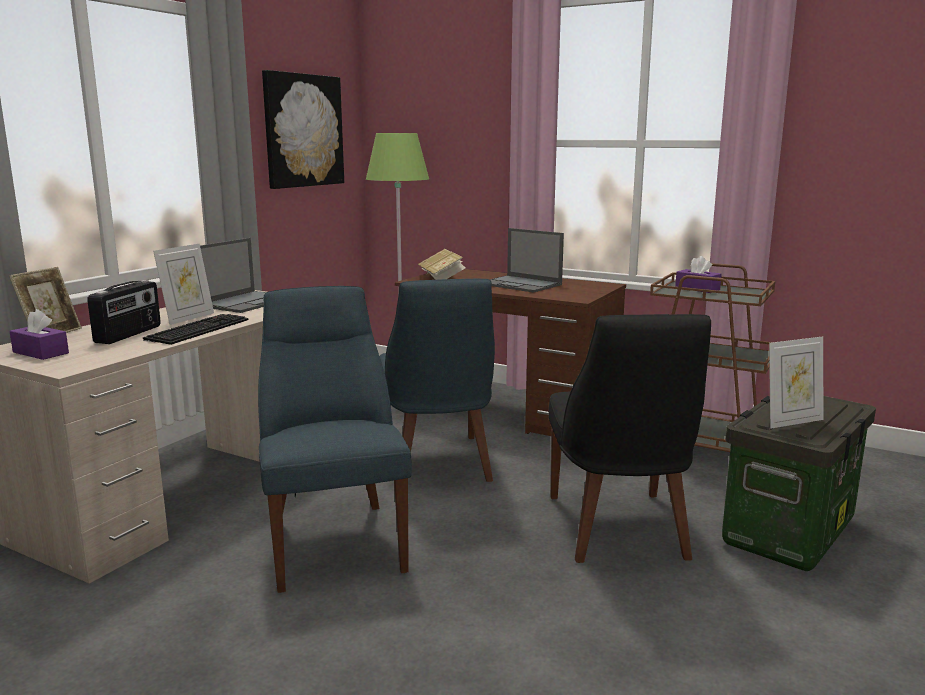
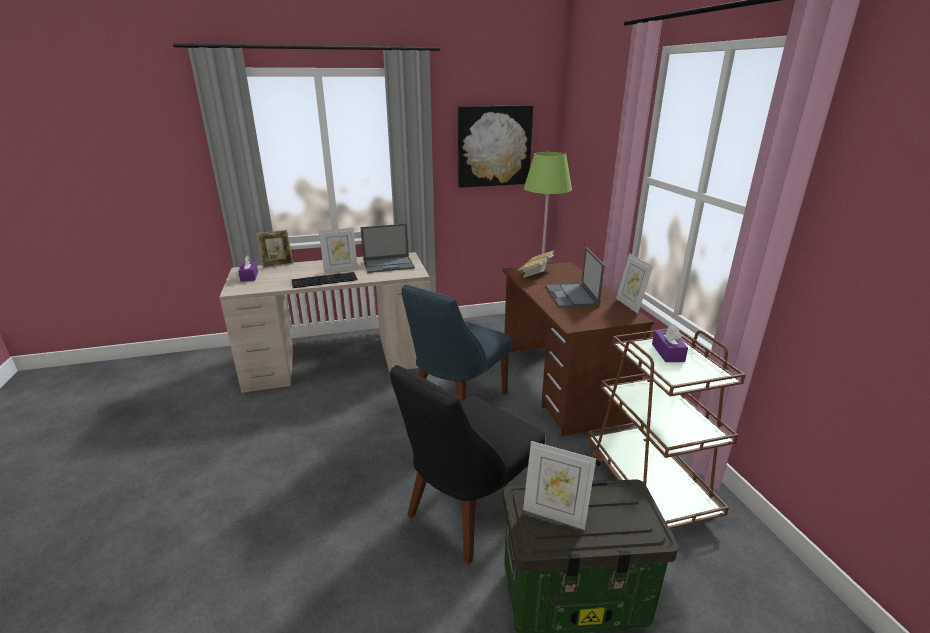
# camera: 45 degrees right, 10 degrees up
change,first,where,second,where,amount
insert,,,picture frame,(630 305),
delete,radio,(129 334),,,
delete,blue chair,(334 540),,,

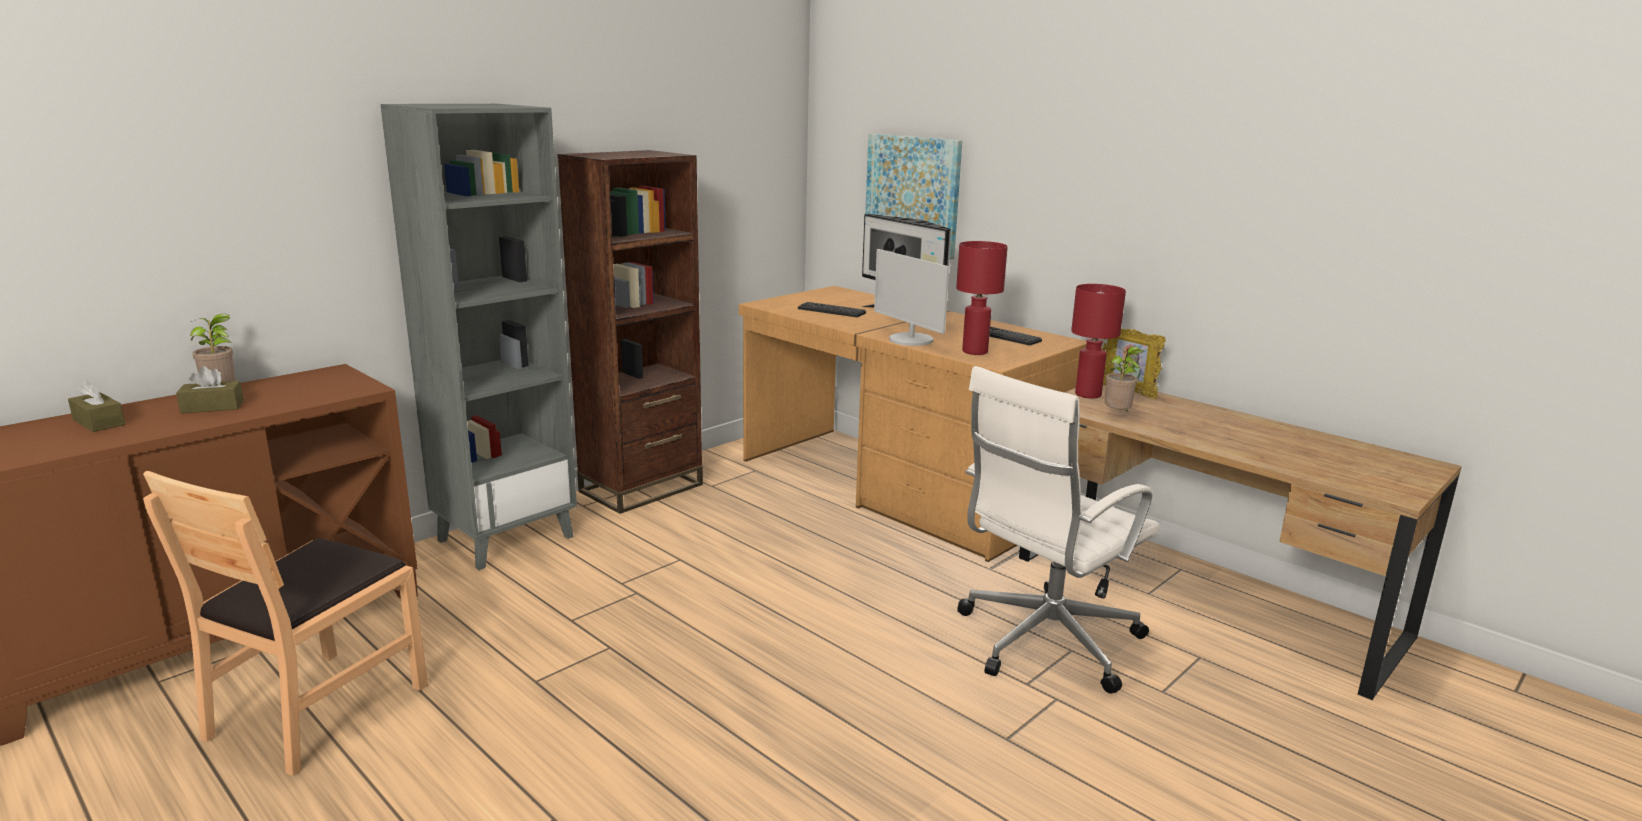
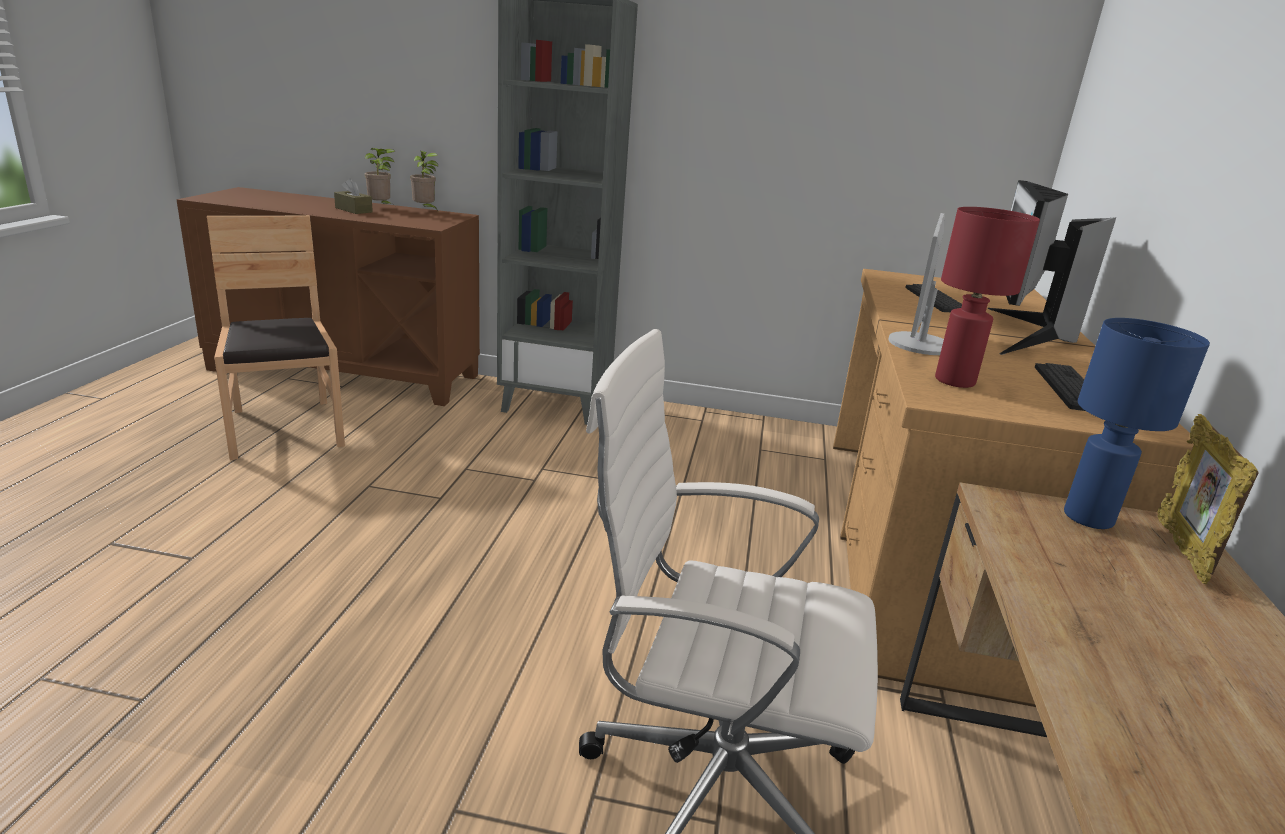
# camera: 55 degrees right, 5 degrees up
change,first,where,second,where,amount
rotate,brown chair,(317 709),,(285 428),75 degrees clockwise
move,potted plant,(1118 415),,(425 210),
recolor,red table lamp,(1088 394),blue table lamp,(1090 518),
delete,brown tissue box,(99 422),,,
delete,brown bookcase,(641 488),,,
delete,picture,(912 195),,,

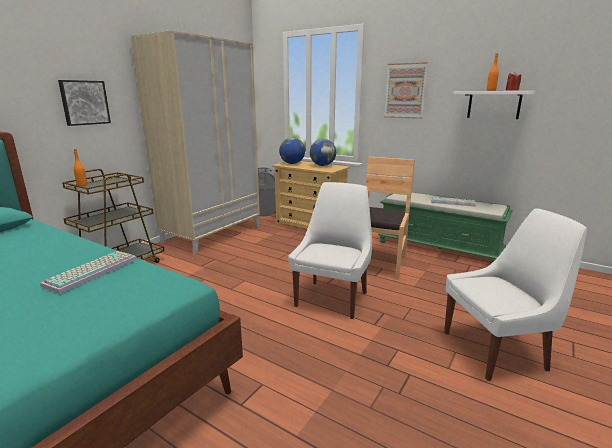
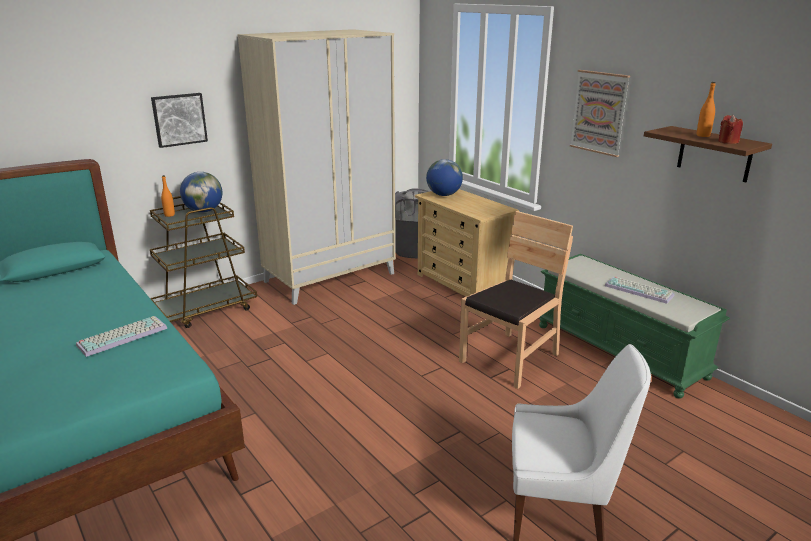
# camera: 20 degrees right, 5 degrees up
change,first,where,second,where,amount
move,globe,(322 165),,(203 211),
recolor,white shelf,(494 104),brown shelf,(714 154),
delete,white chair,(332 298),,,

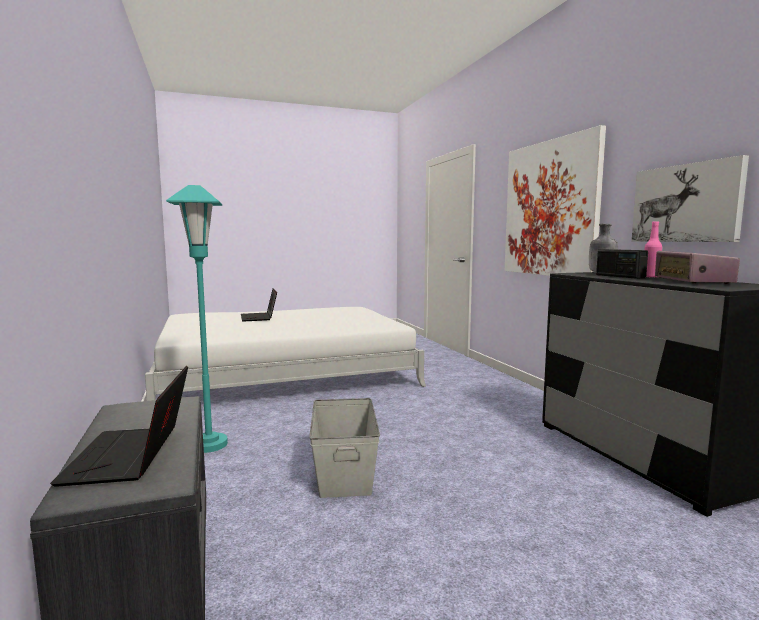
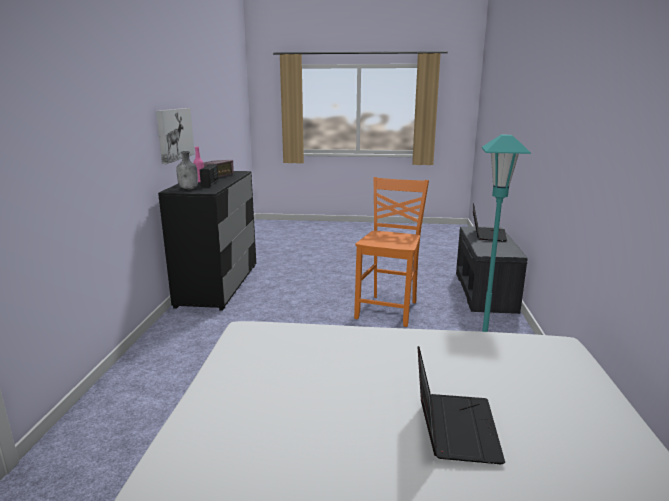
# camera: 155 degrees left, 10 degrees up
change,first,where,second,where,amount
replace,grey storage box,(343 470),orange chair,(389 310),
delete,picture,(550 209),,,

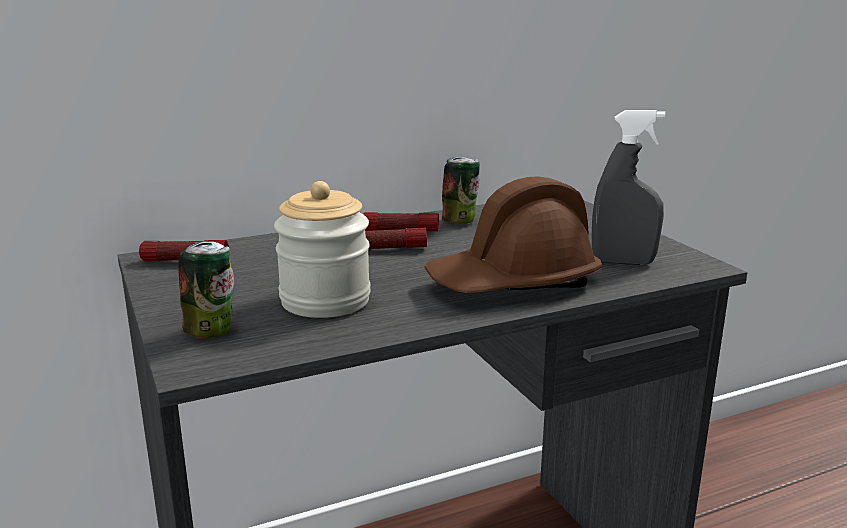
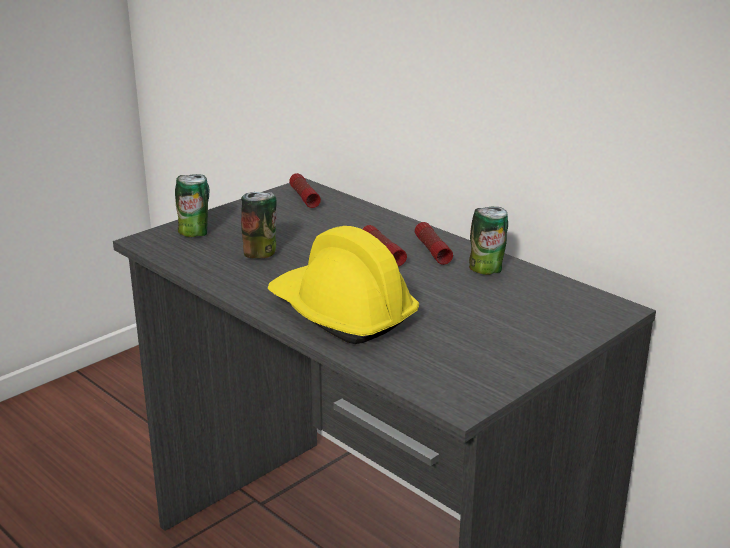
# camera: 70 degrees right, 5 degrees up
change,first,where,second,where,amount
replace,jar,(325 300),can,(260 253),
recolor,brown hard hat,(513 283),yellow hard hat,(341 313),
delete,grey spray bottle,(623 262),,,

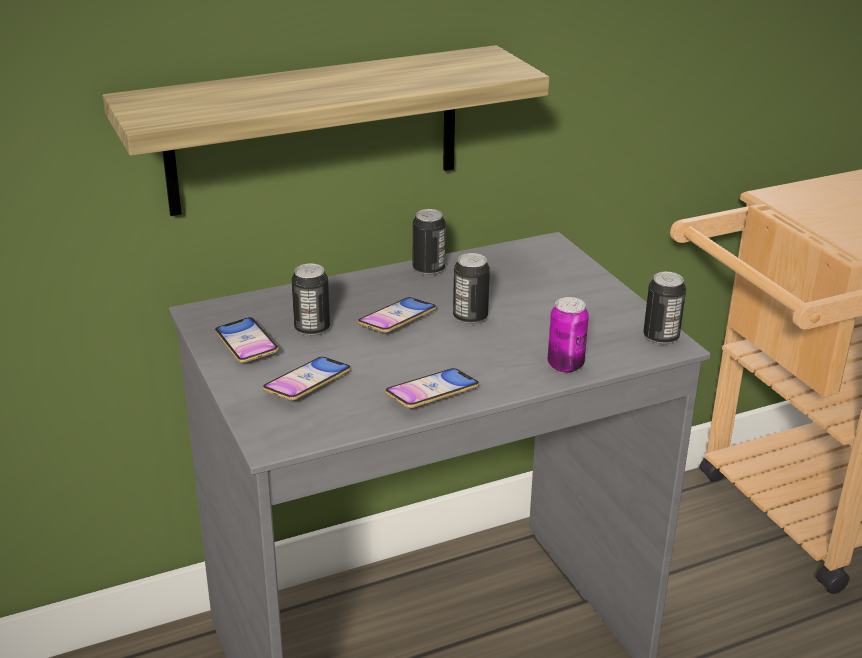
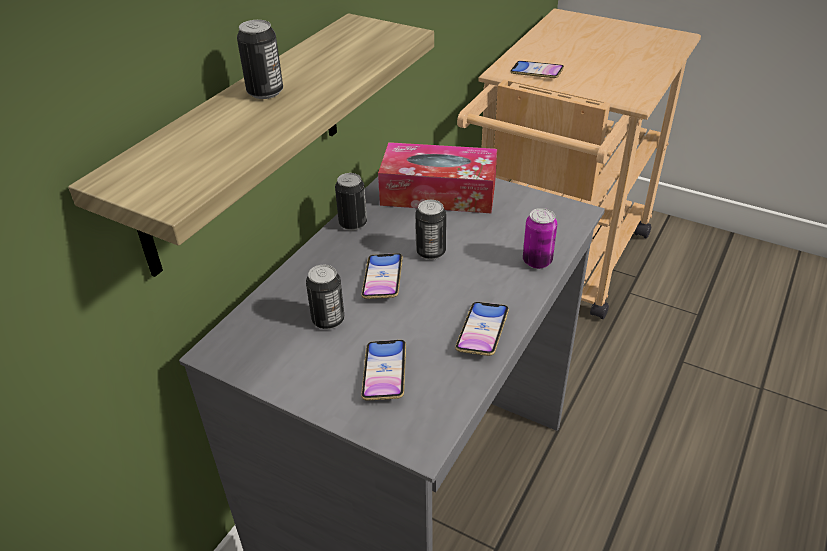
# camera: 35 degrees left, 10 degrees up
change,first,where,second,where,amount
move,can,(660 337),,(265 92),
insert,,,tissue box,(438 193),
move,phone,(246 345),,(536 73),

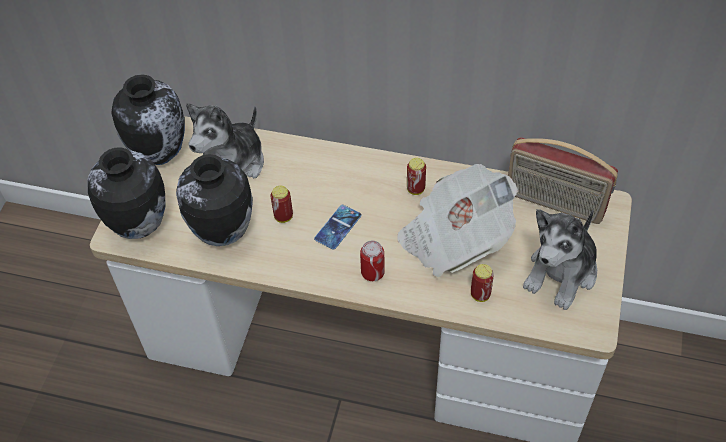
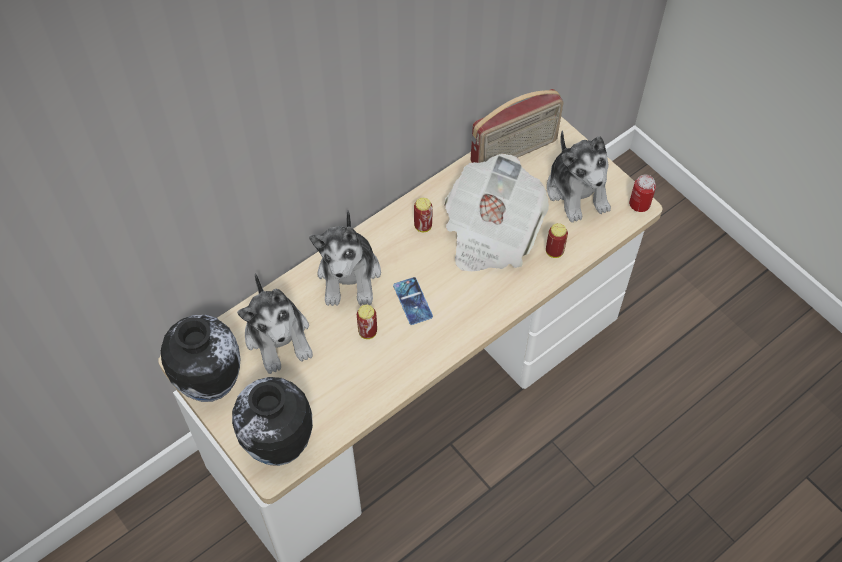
# camera: 55 degrees left, 5 degrees up
change,first,where,second,where,amount
insert,,,plush toy,(349 275),
move,can,(372 272),,(639 204),
delete,vase,(222 234),,,

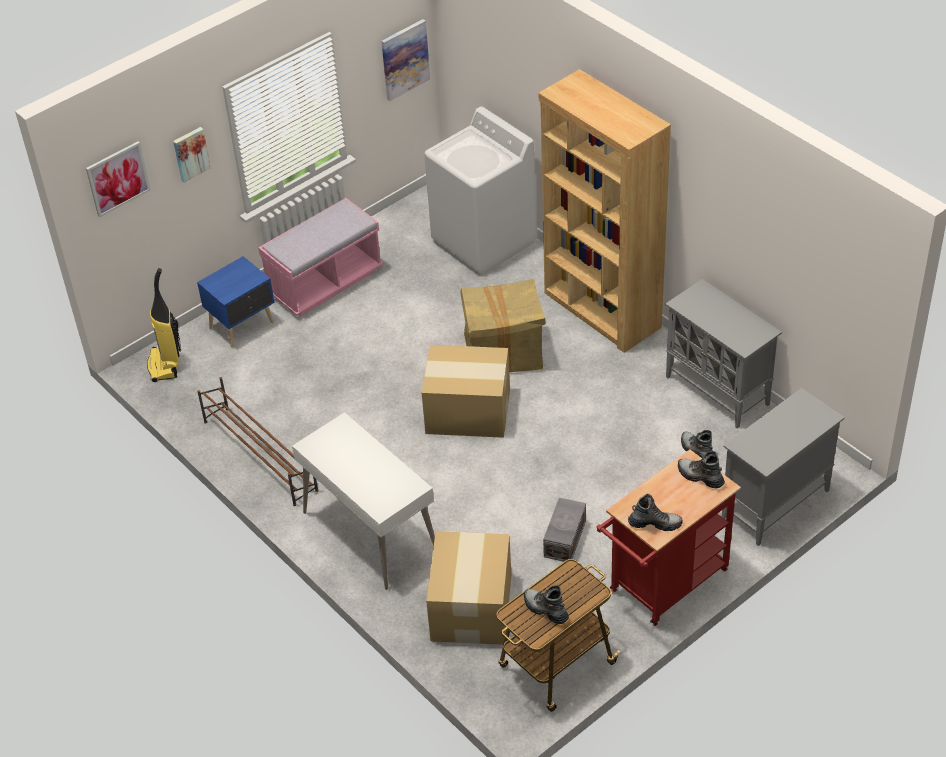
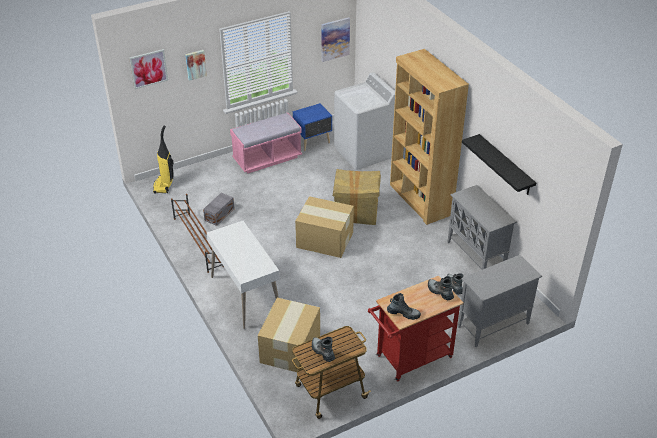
# camera: 10 degrees right, 5 degrees down
change,first,where,second,where,amount
move,grey storage box,(563 539),,(218 214),
move,blue nightstand,(243 325),,(313 142),
insert,,,black shelf,(505 165),

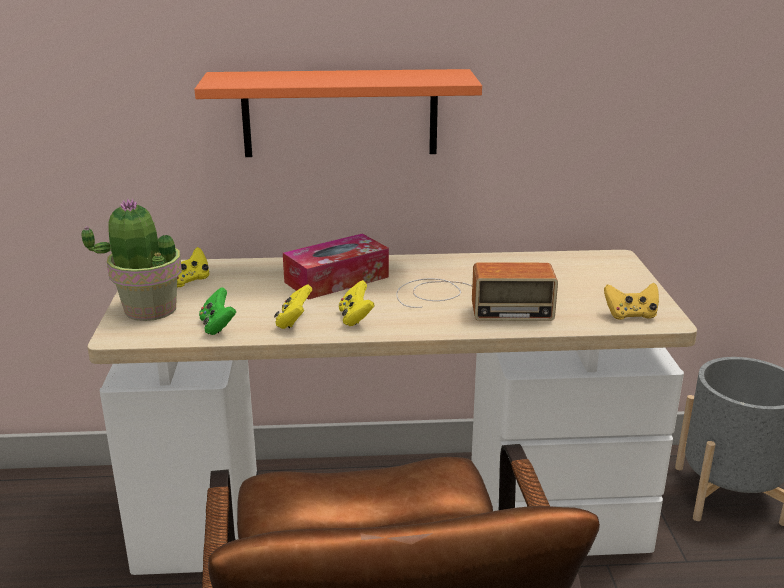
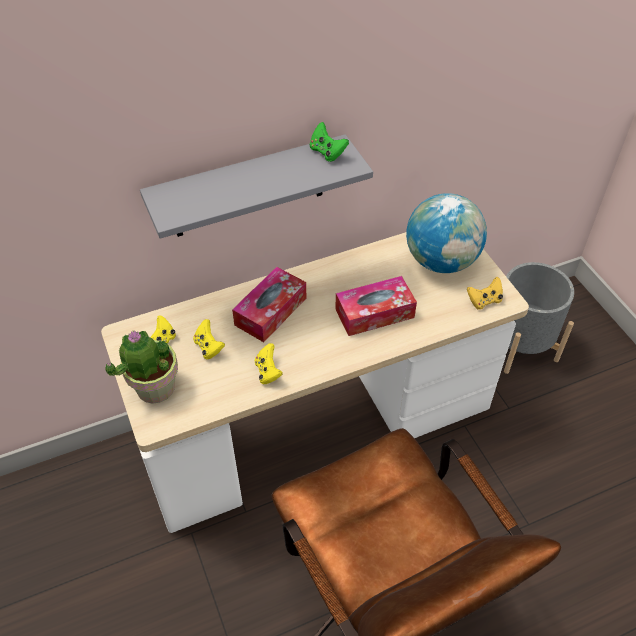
# camera: 20 degrees left, 25 degrees up
change,first,where,second,where,amount
recolor,orange shelf,(340 113),grey shelf,(248 188),
move,yellow game controller,(355 318),,(209 347),
move,green game controller,(217 326),,(327 152),
replace,radio,(468 301),tissue box,(374 313),
insert,,,globe,(441 261),

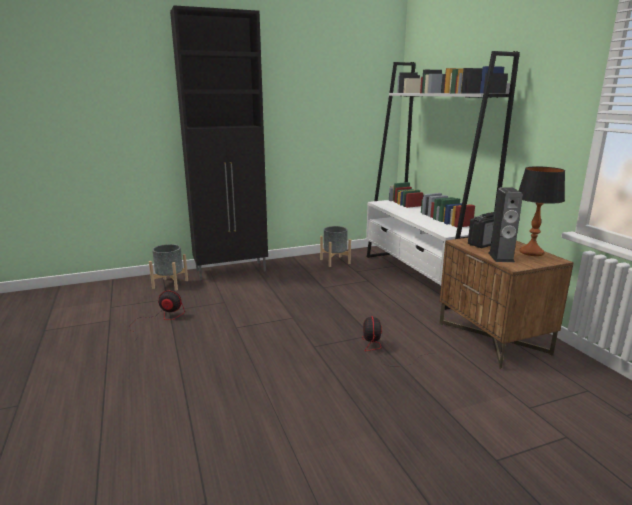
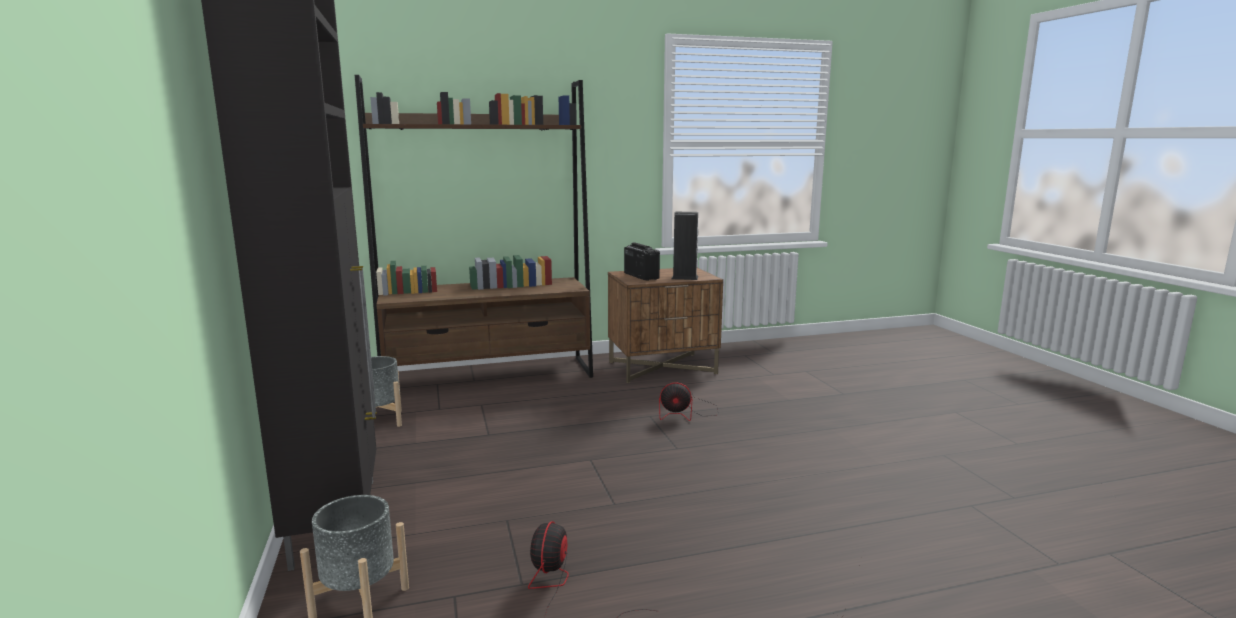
# camera: 85 degrees left, 5 degrees down
change,first,where,second,where,amount
recolor,white bookcase,(419 277),brown bookcase,(489 376),
delete,table lamp,(531 252),,,

